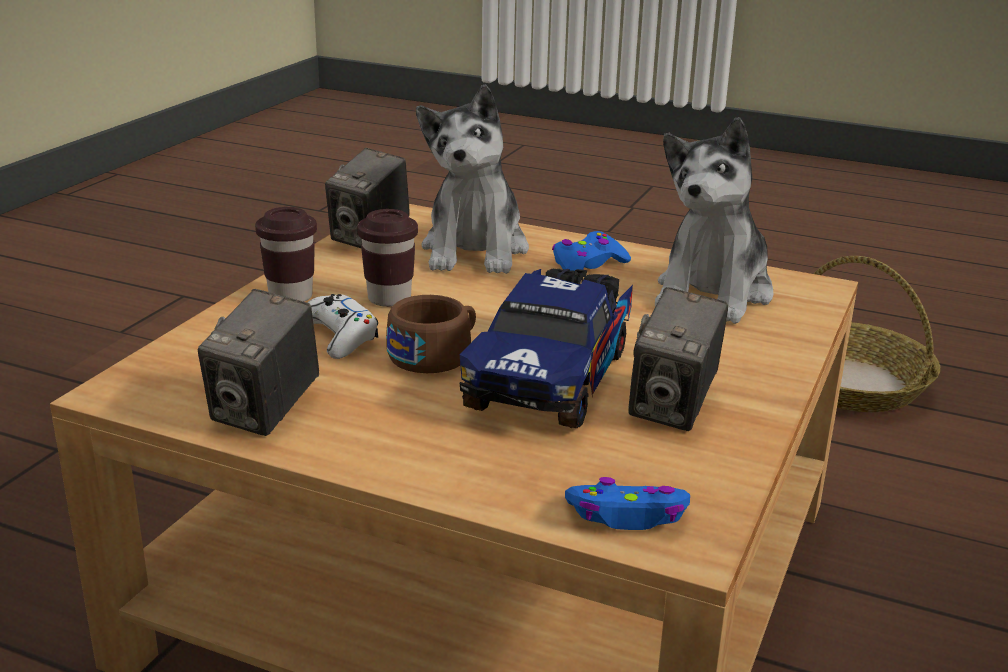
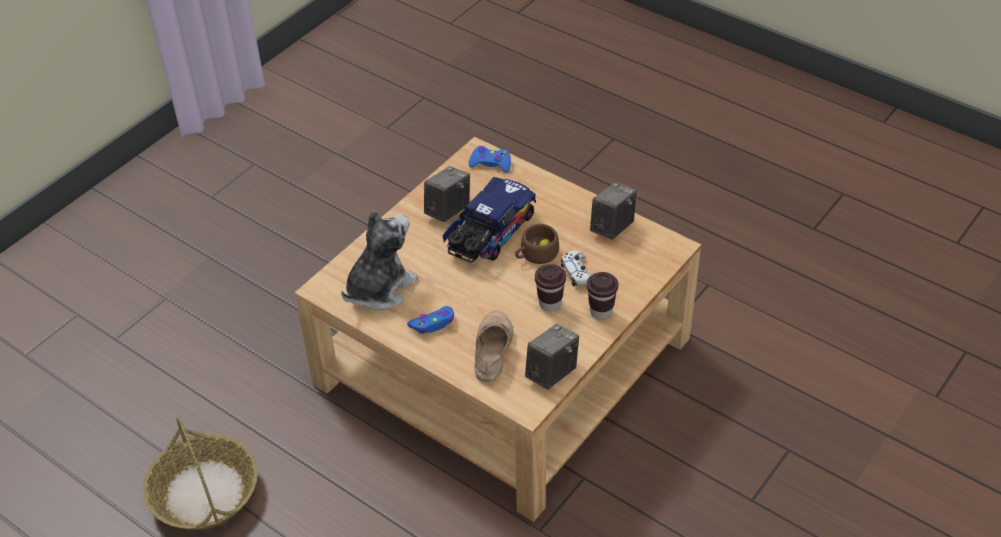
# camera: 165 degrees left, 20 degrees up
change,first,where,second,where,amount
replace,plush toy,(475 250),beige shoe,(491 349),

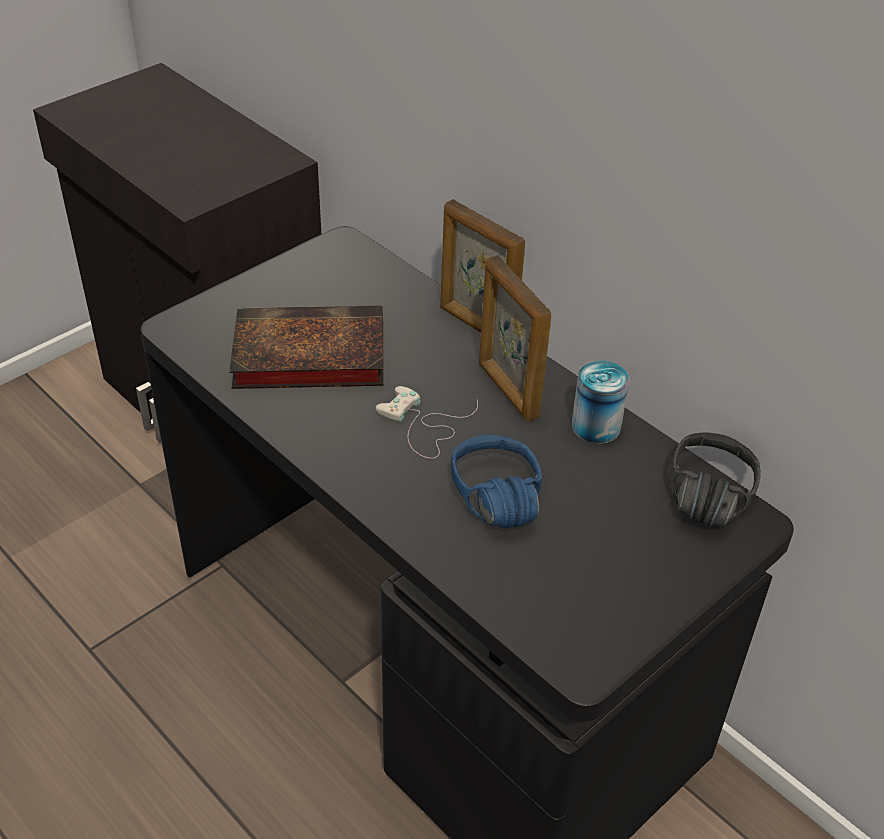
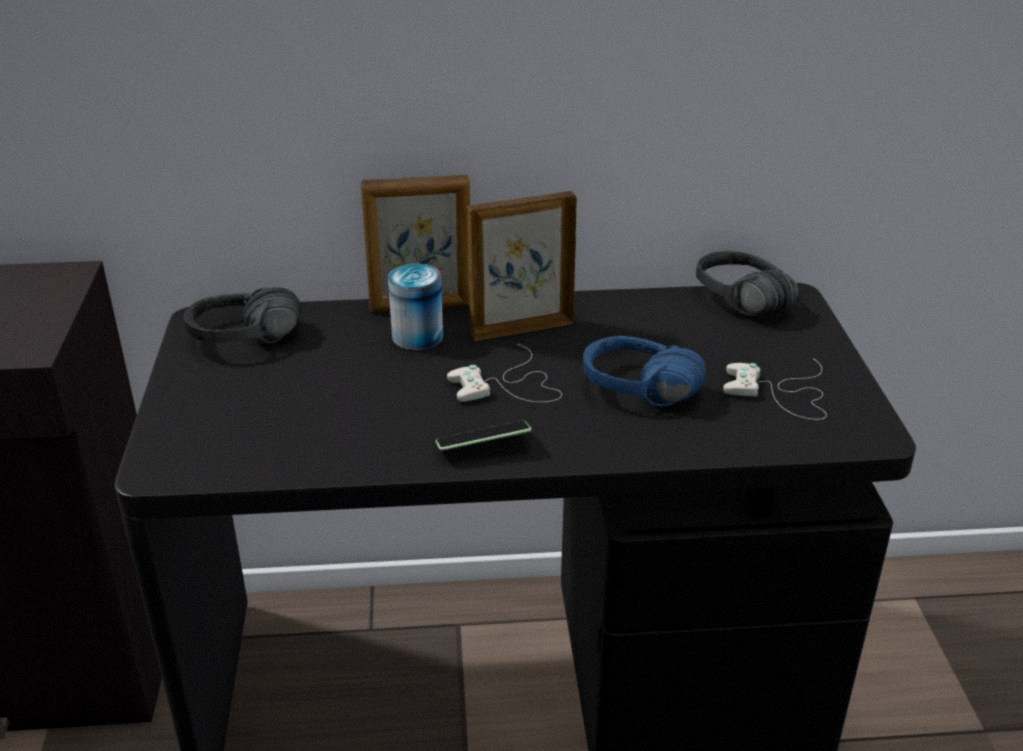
# camera: 50 degrees left, 10 degrees down
change,first,where,second,where,amount
insert,,,black headphones,(247 345),
move,can,(596 426),,(417 336),
insert,,,phone,(483 446),
rotate,picture frame,(507 390),,(521 328),150 degrees clockwise
insert,,,white game controller,(781 394),
delete,book,(305 356),,,

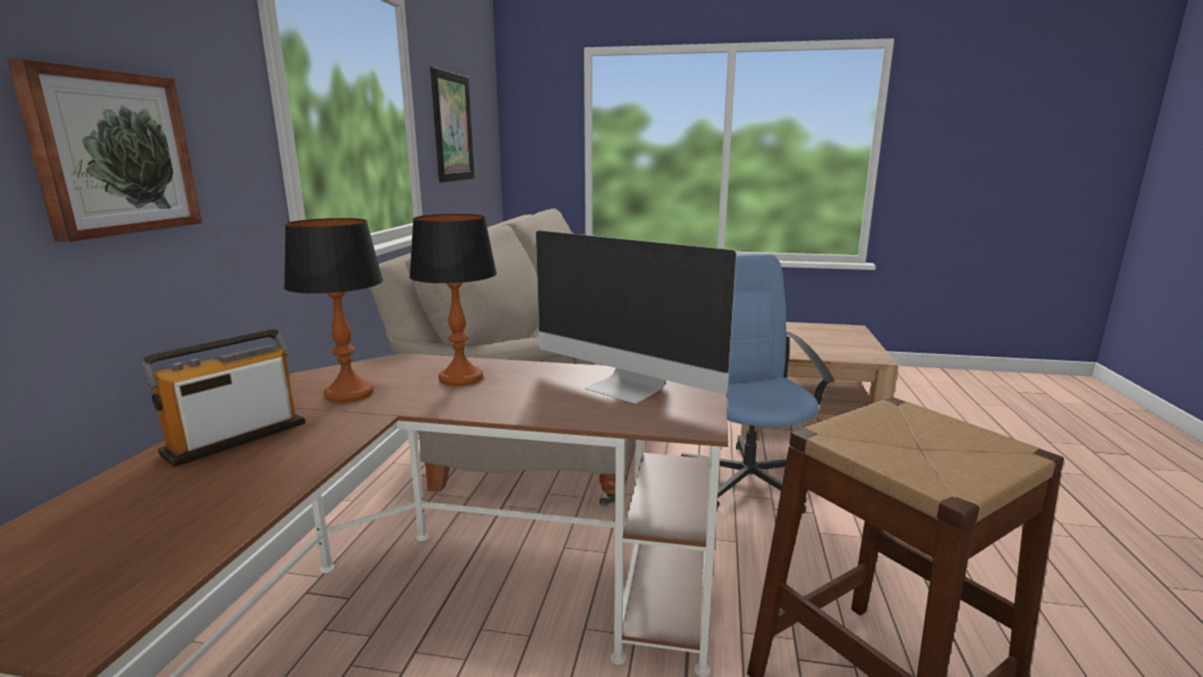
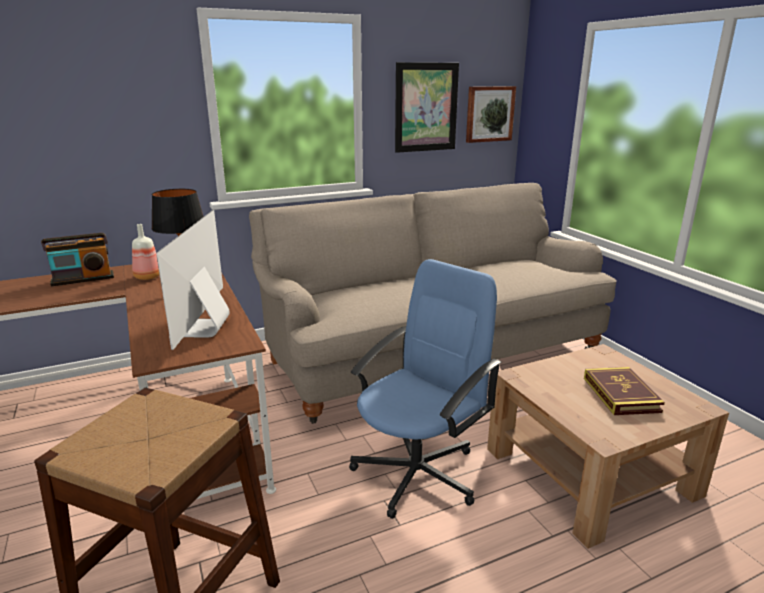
# camera: 55 degrees right, 5 degrees up
change,first,where,second,where,amount
rotate,radio,(236 438),,(83 279),150 degrees clockwise
replace,table lamp,(349 393),bottle,(147 277),
move,picture,(113 153),,(489 114),
insert,,,book,(620 394),

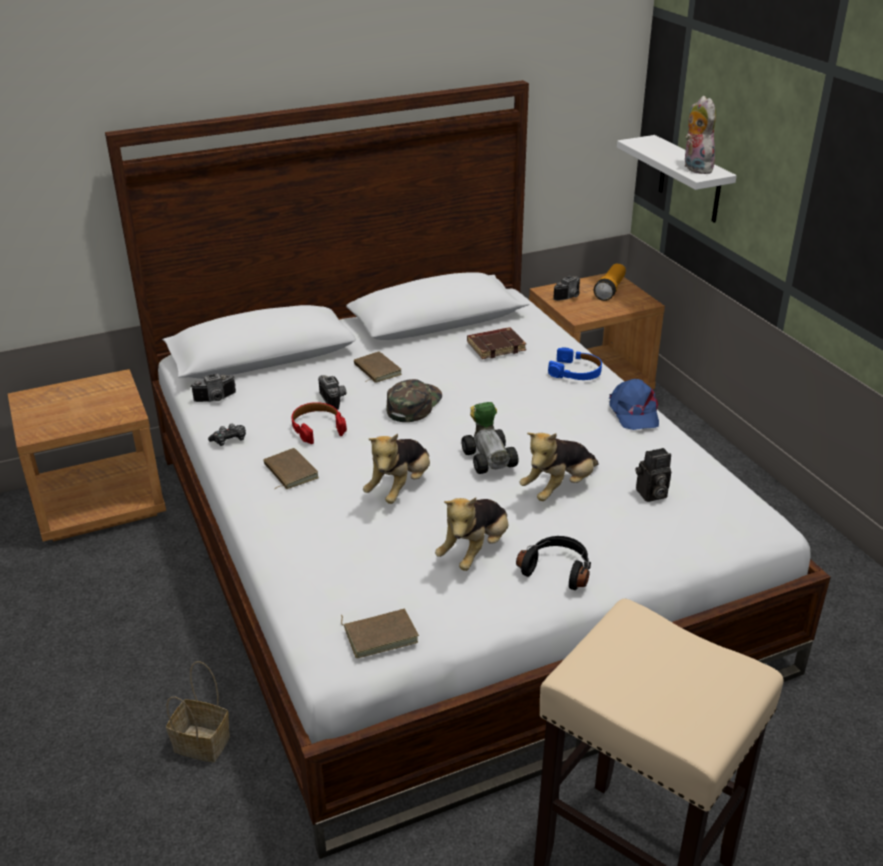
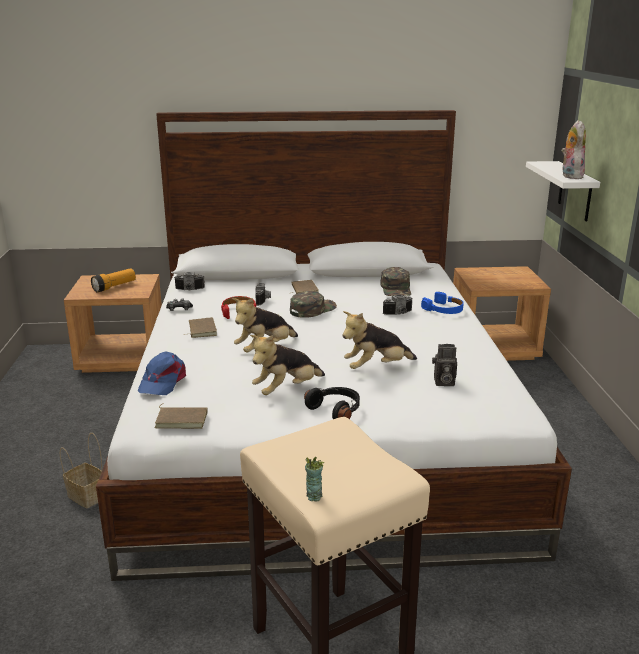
# camera: 20 degrees right, 10 degrees down
change,first,where,second,where,amount
move,flashlight,(610 290),,(114 287),
move,blue cap,(633 412),,(162 381),
insert,,,cup,(314 496),
replace,brown book,(496 346),green cap,(396 289),
move,photo camera,(570 297),,(399 314),
delete,toy car,(489 457),,,

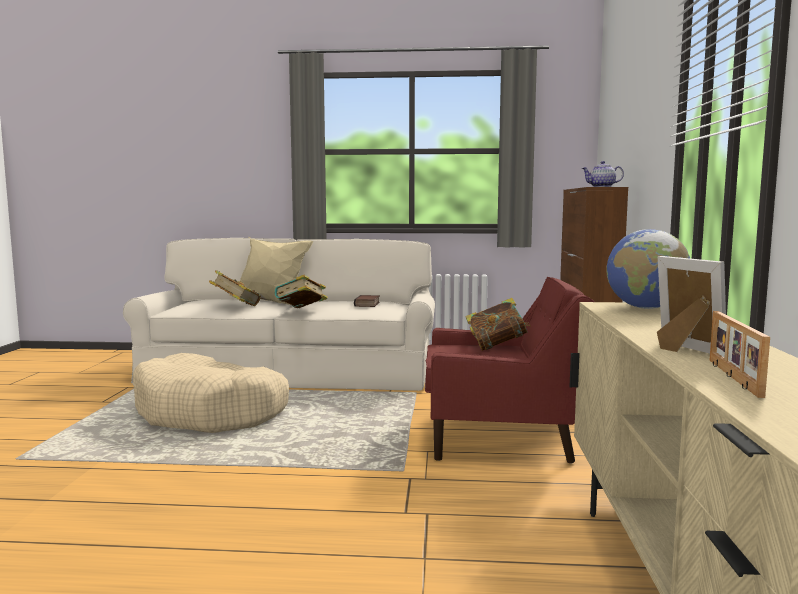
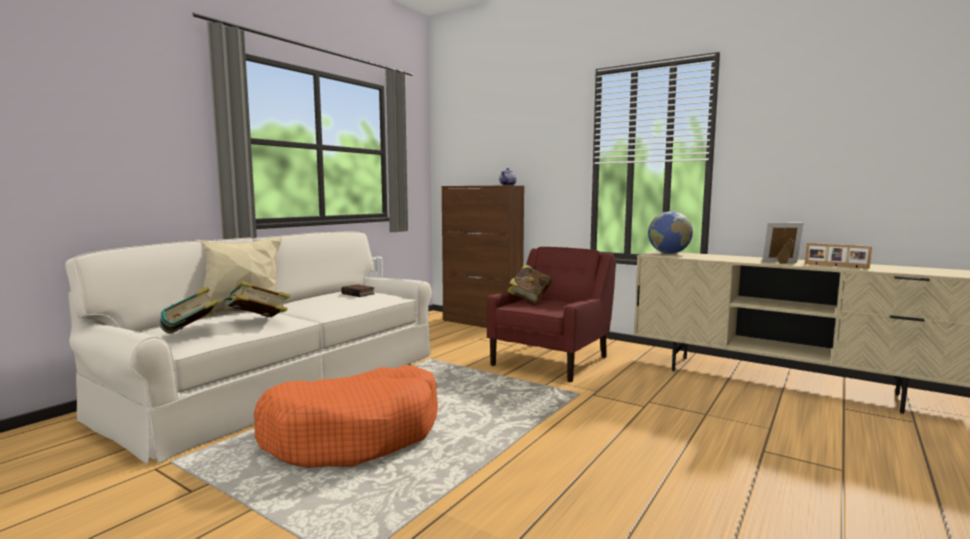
# camera: 60 degrees left, 0 degrees up
change,first,where,second,where,amount
move,book,(301 311),,(190 334),
recolor,beige dog bed,(210 413),orange dog bed,(354 434),

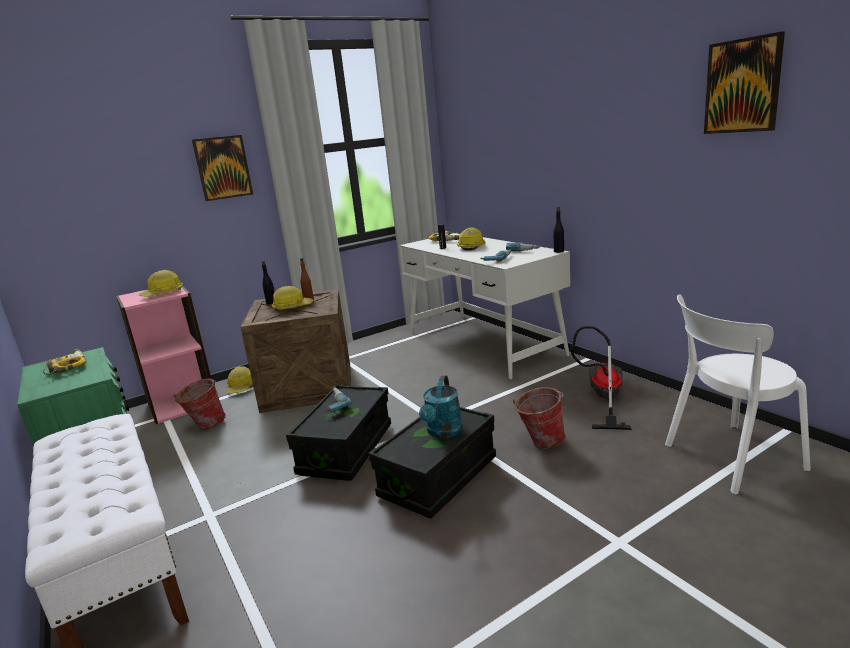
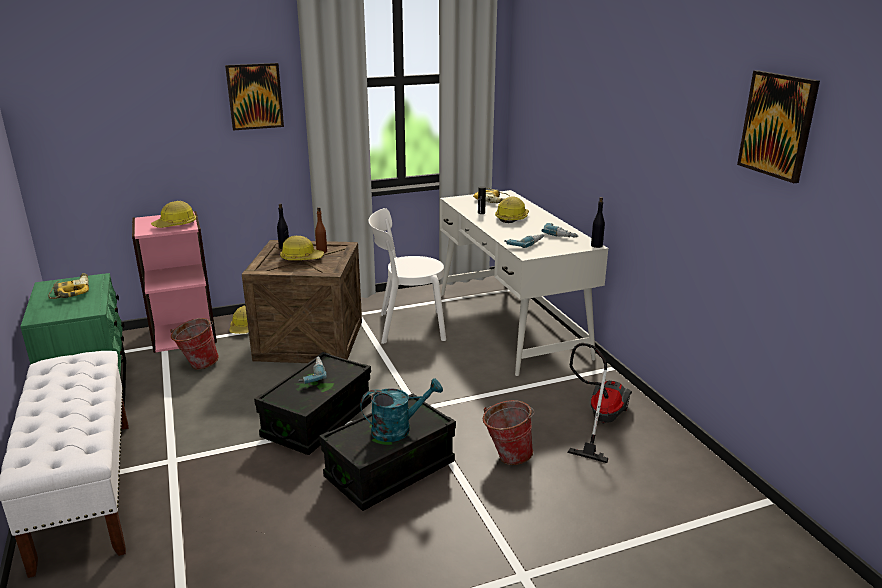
# camera: 10 degrees right, 5 degrees up
change,first,where,second,where,amount
rotate,turquoise watering can,(443 432),,(398 429),135 degrees counterclockwise
move,white chair,(728 457),,(407 327),

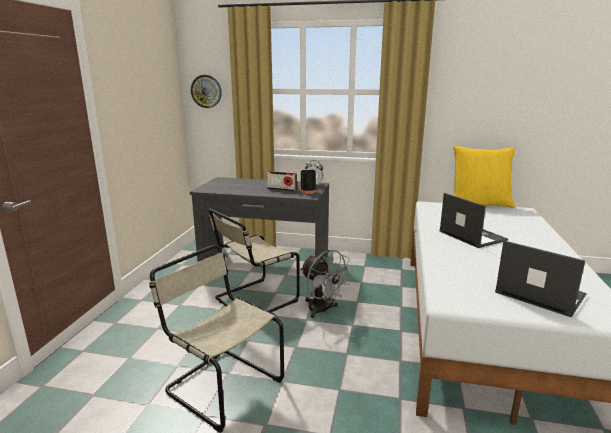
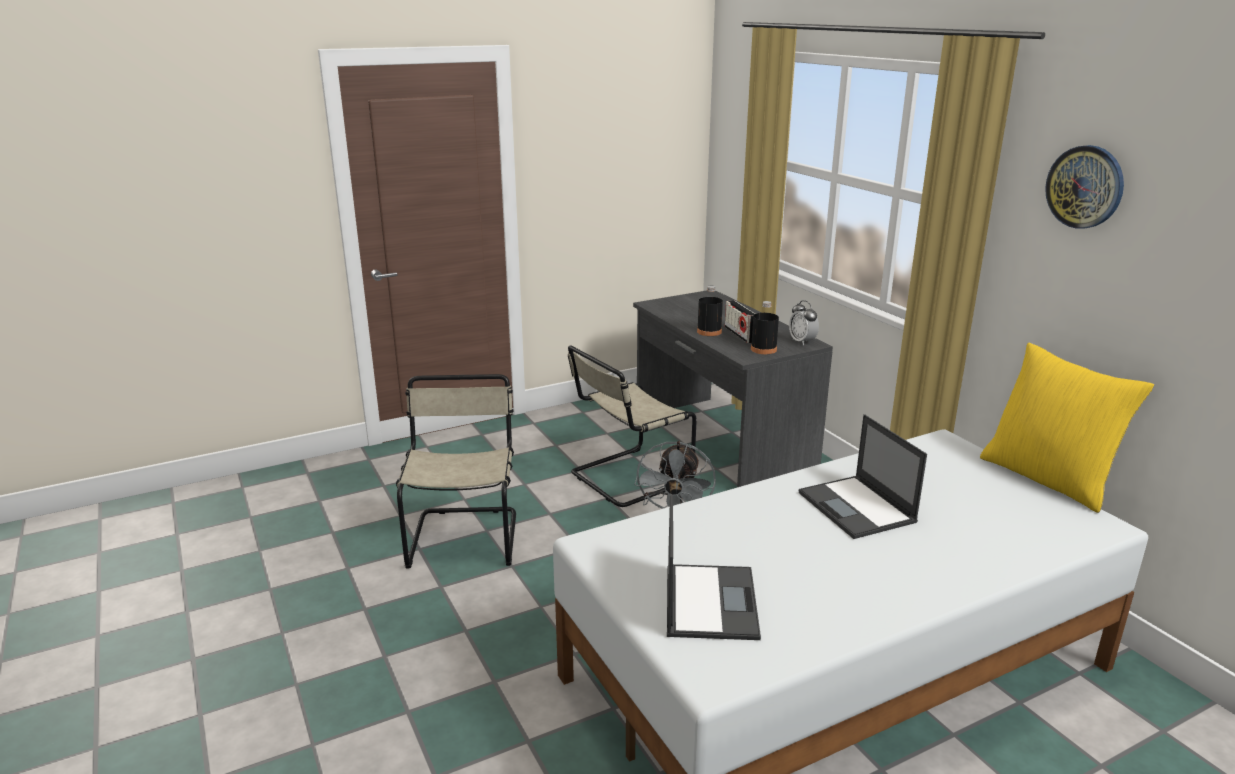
# camera: 50 degrees right, 5 degrees up
change,first,where,second,where,amount
rotate,beige chair,(253 300),,(627 478),45 degrees counterclockwise
insert,,,black bottle,(709 332),
rotate,laptop,(471 235),,(857 508),135 degrees clockwise
move,wall clock,(206 91),,(1085 187),

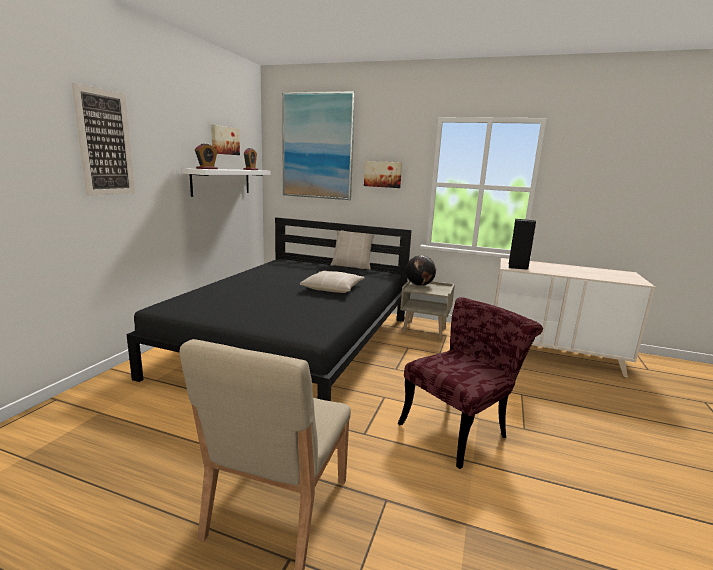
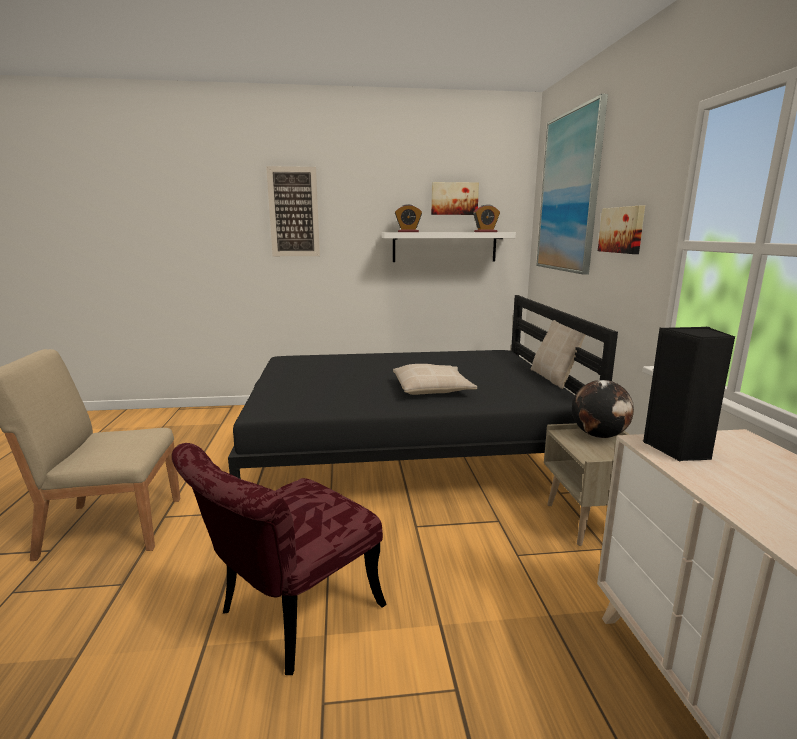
# camera: 65 degrees right, 0 degrees up
change,first,where,second,where,amount
rotate,red chair,(460 427),,(288 617),105 degrees clockwise

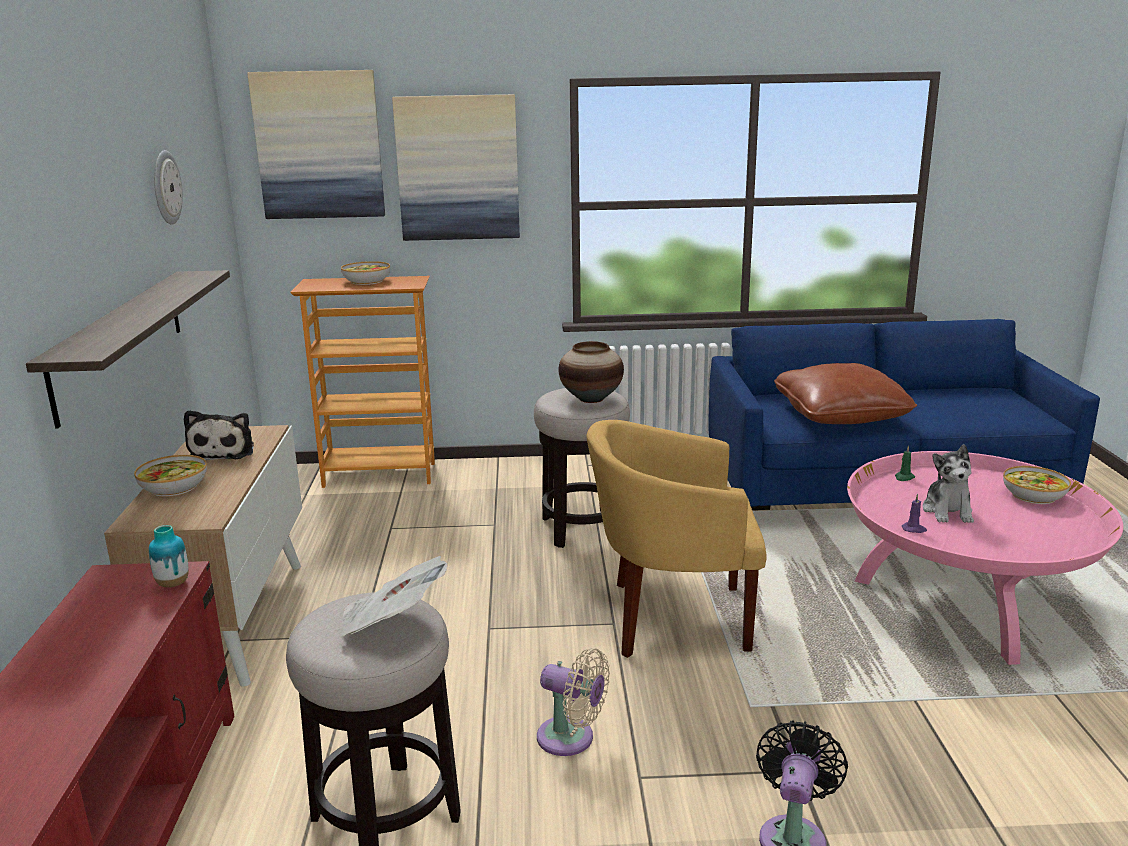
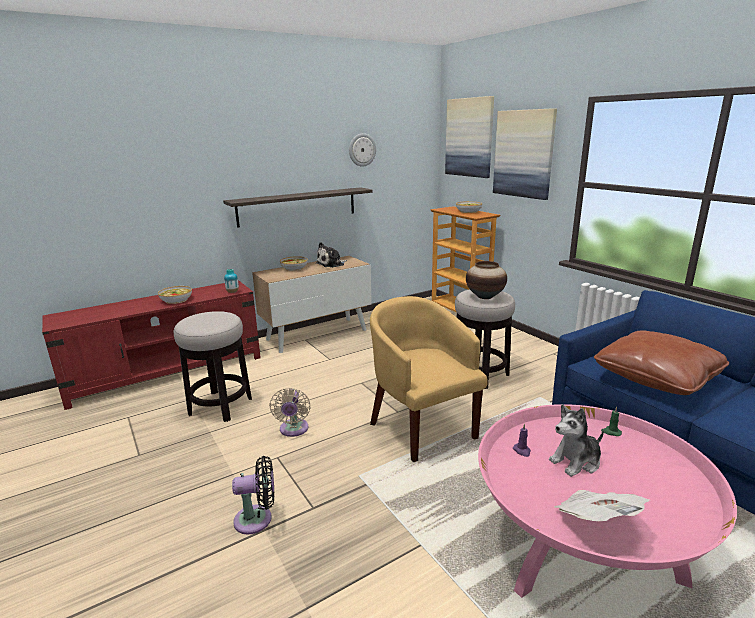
# camera: 60 degrees right, 0 degrees up
change,first,where,second,where,amount
move,bowl,(1034 495),,(176 300),
move,newspaper,(392 623),,(596 520),

